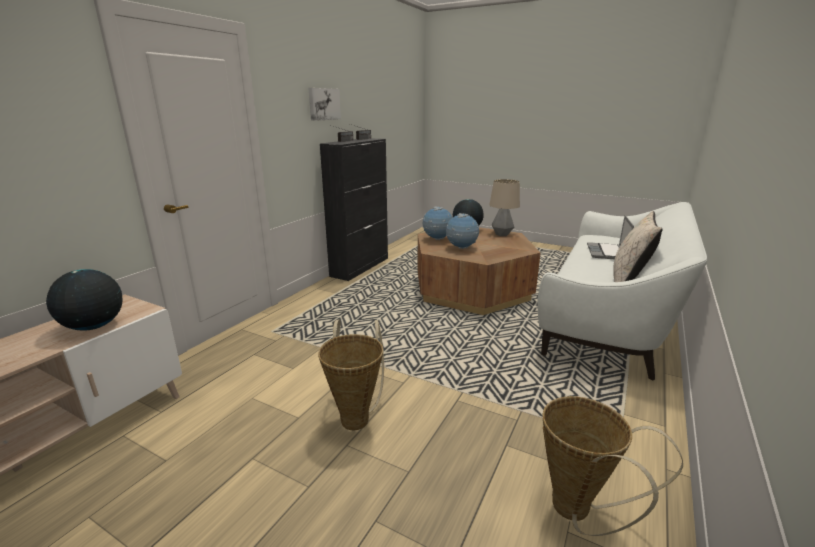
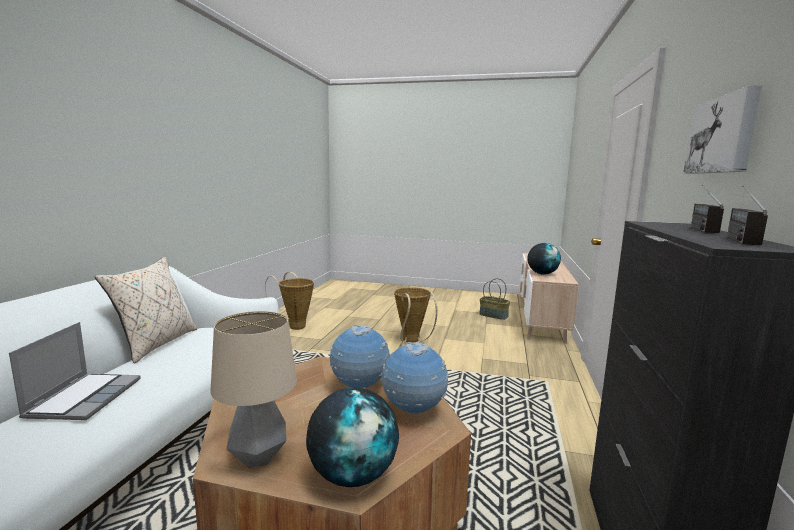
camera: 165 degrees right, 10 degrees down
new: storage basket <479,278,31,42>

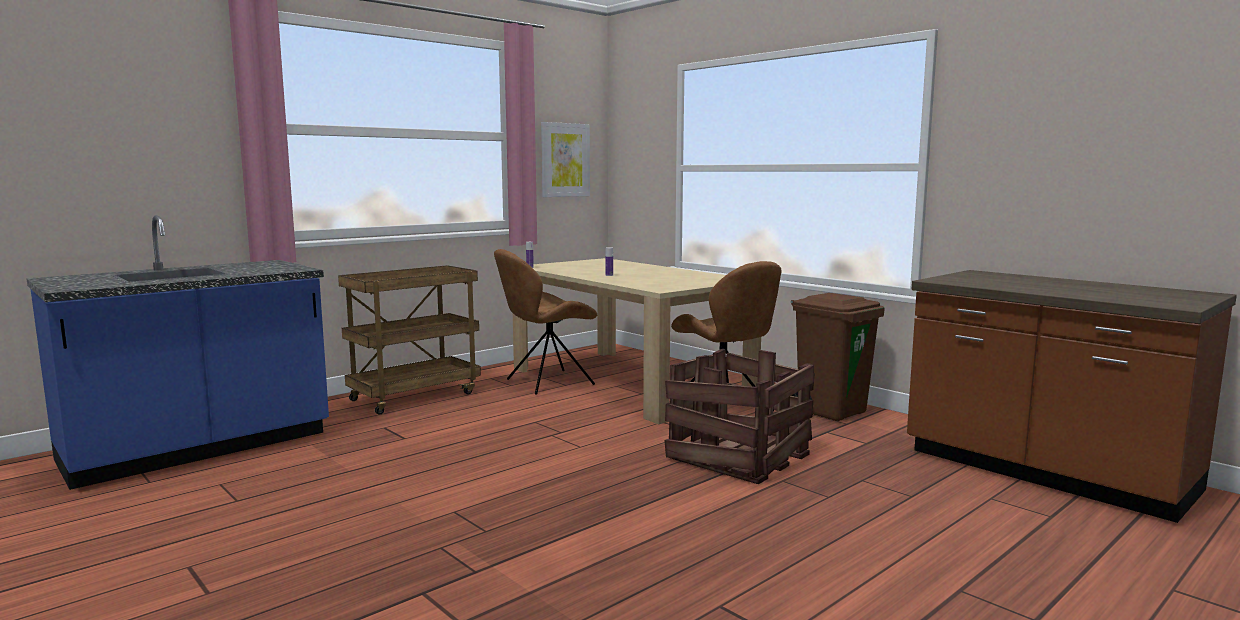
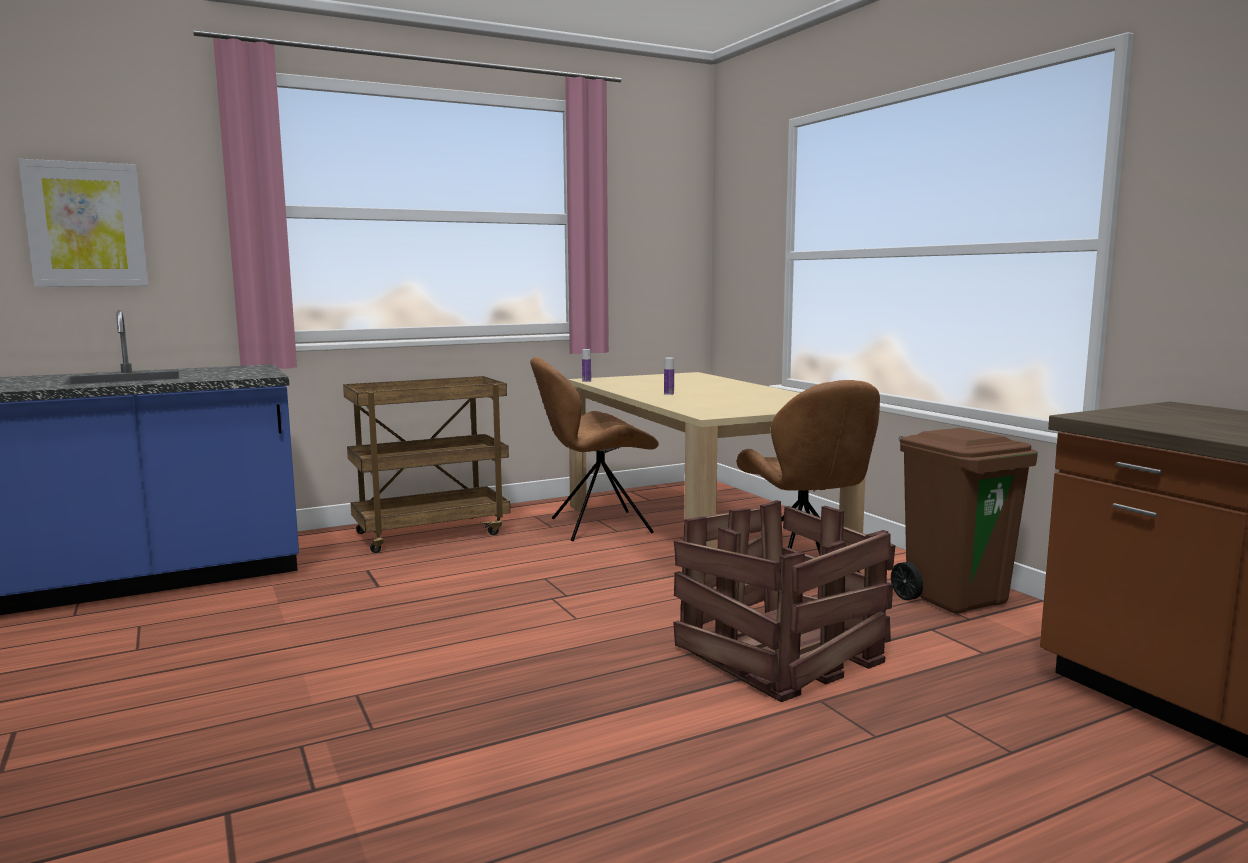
camera: 15 degrees right, 0 degrees up
shifted: wall art <541,122,49,75> to <18,159,130,128>

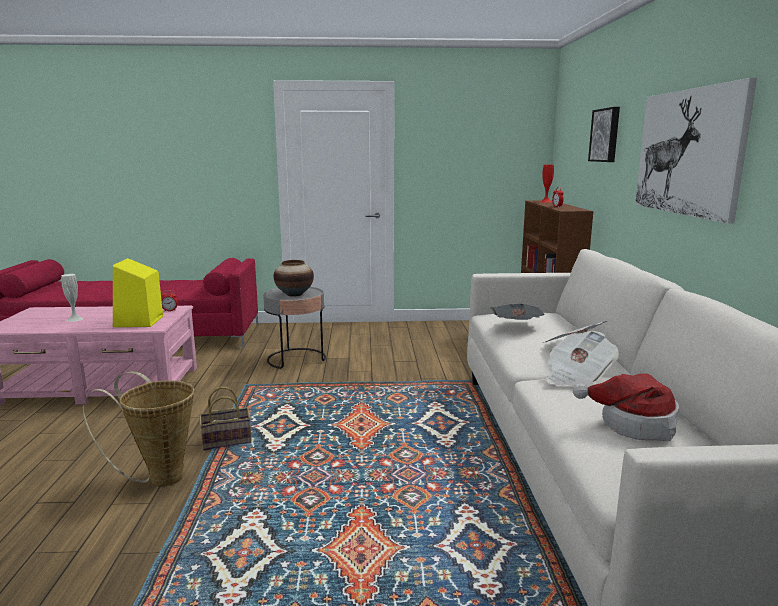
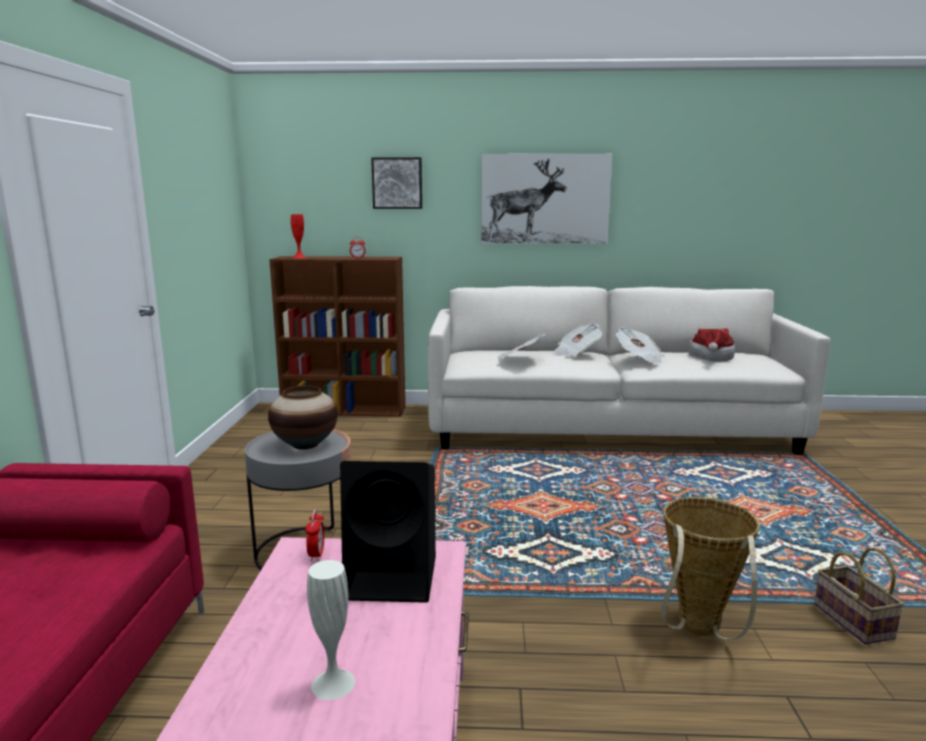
camera: 85 degrees left, 0 degrees up
shifted: storage basket <199,387,53,64> to <814,547,90,98>
repainted: yellowish loudspeaker <113,258,50,69> to blackish loudspeaker <340,461,96,142>

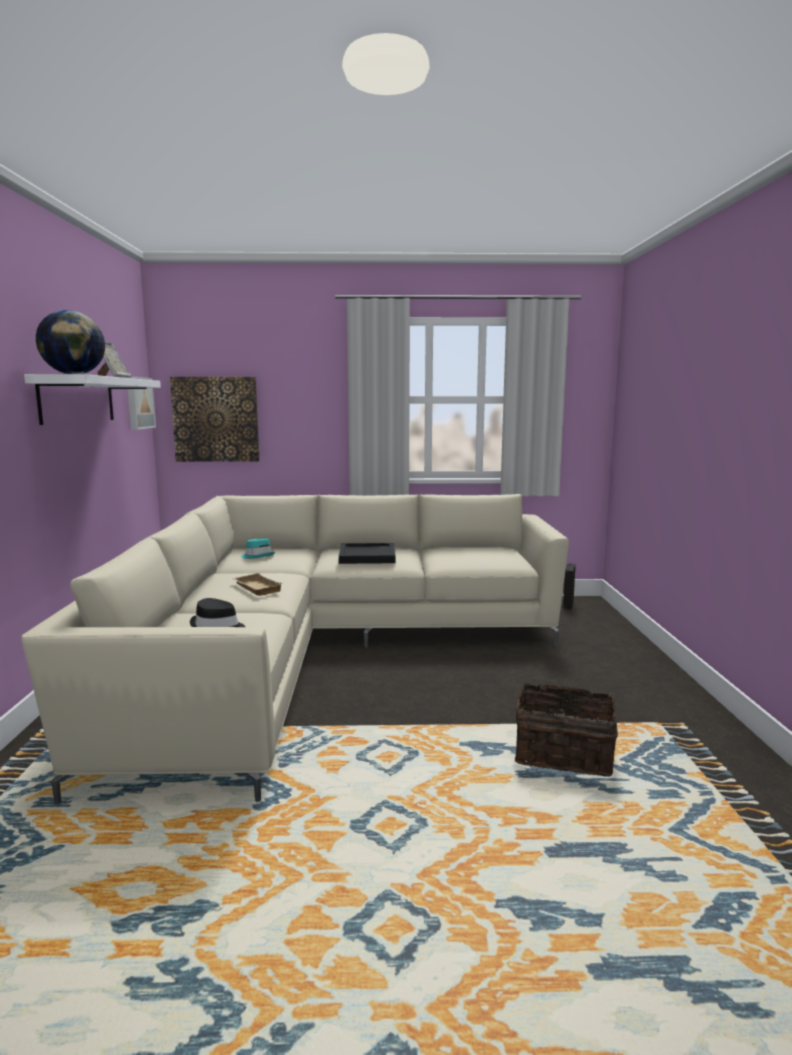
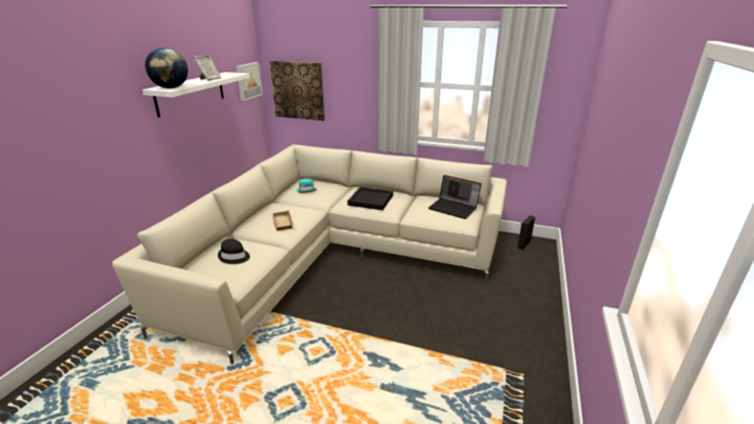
camera: 20 degrees right, 15 degrees up
gone: storage basket <514,680,104,97>
new: portable computer <428,175,53,44>

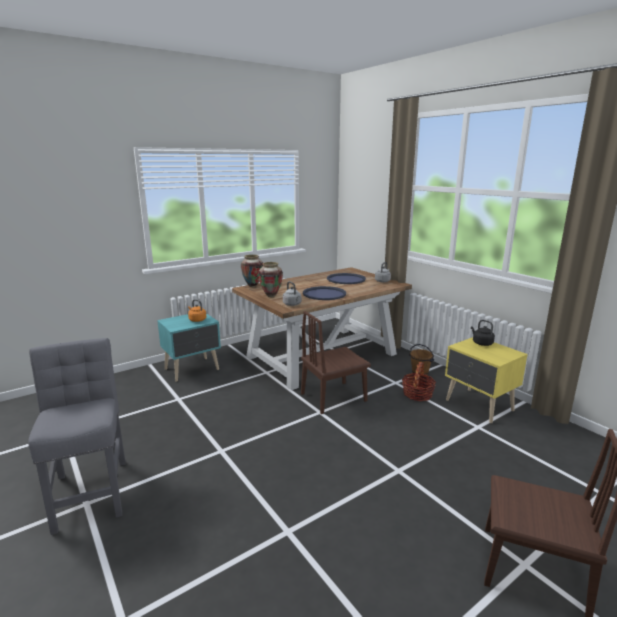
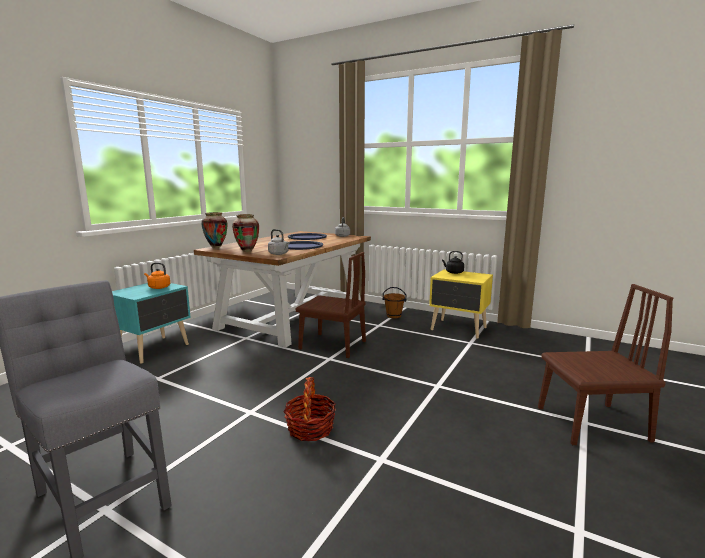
camera: 25 degrees left, 5 degrees down
shifted: storage basket <402,362,34,39> to <284,377,52,64>
rotated: brownish upright chair <301,311,70,103> = <296,252,70,106> 105 degrees counterclockwise

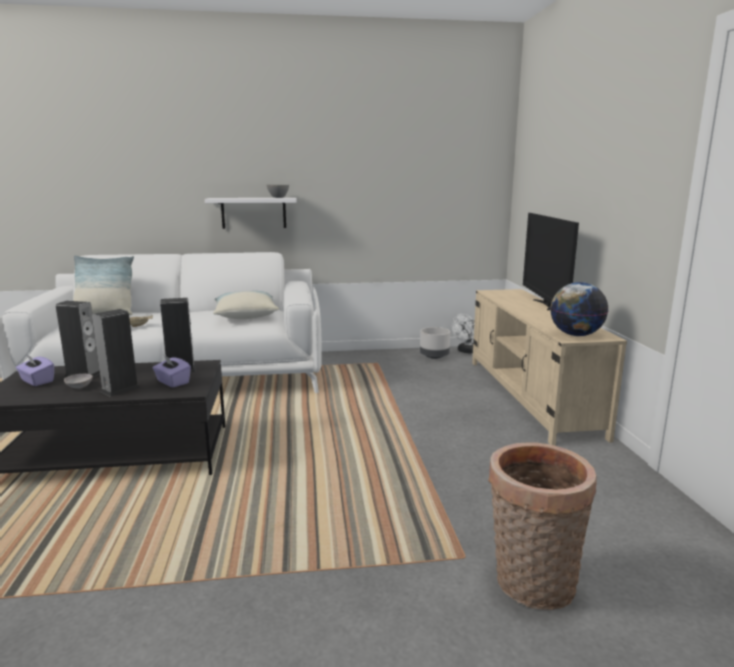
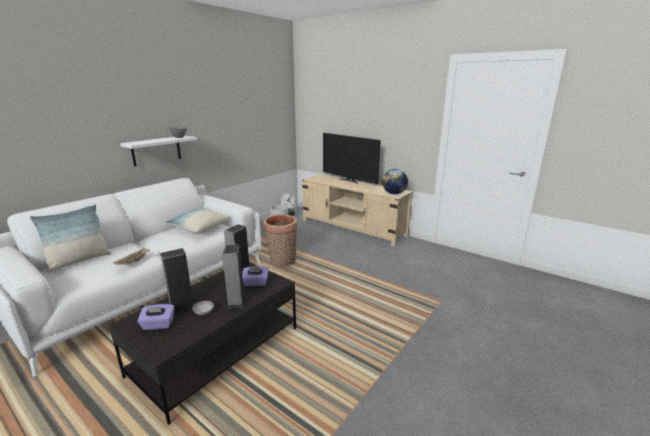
camera: 45 degrees left, 5 degrees up
shifted: storage basket <488,443,109,167> to <263,214,34,53>

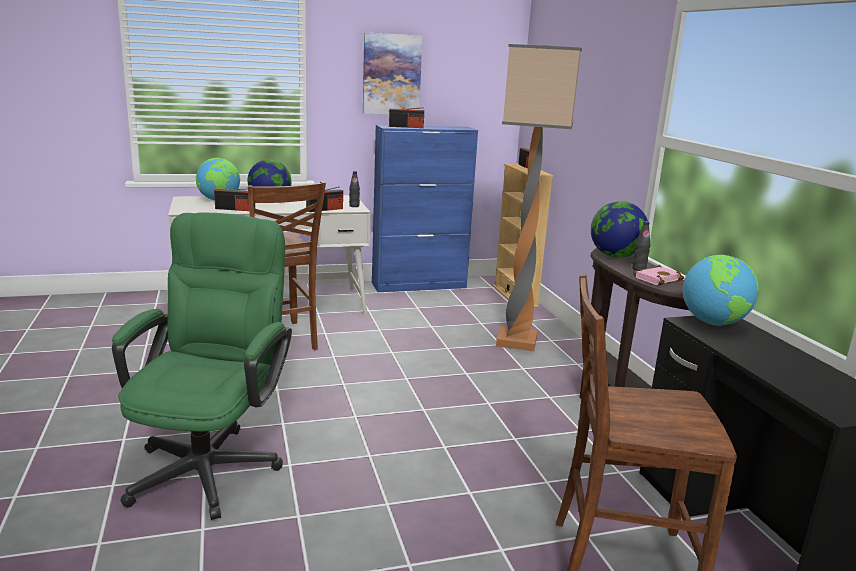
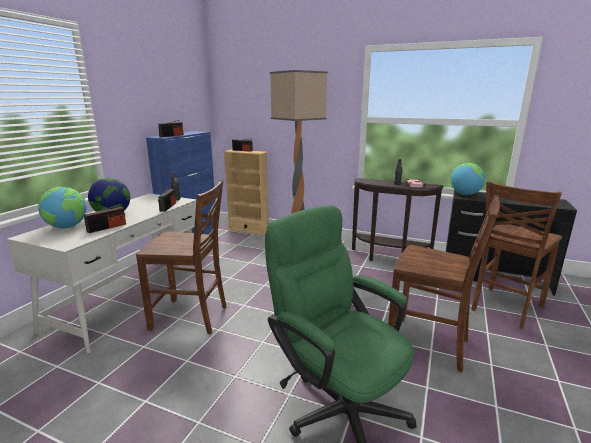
camera: 50 degrees left, 0 degrees up
gone: wall art <363,32,60,82>; desk globe <591,201,57,57>
new: brownish upright chair <388,195,112,178>

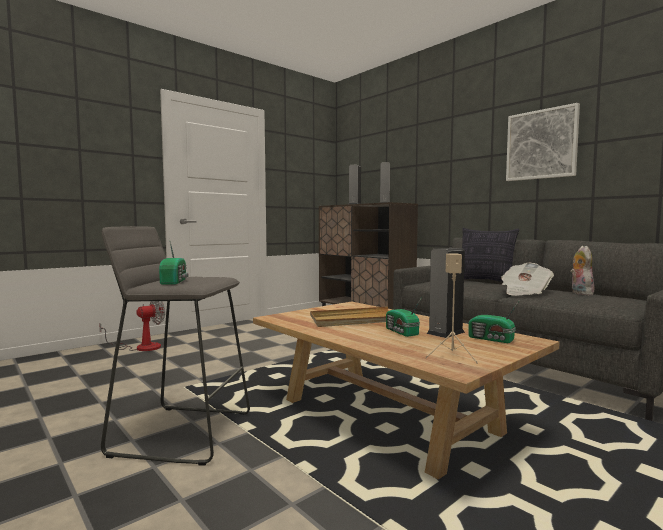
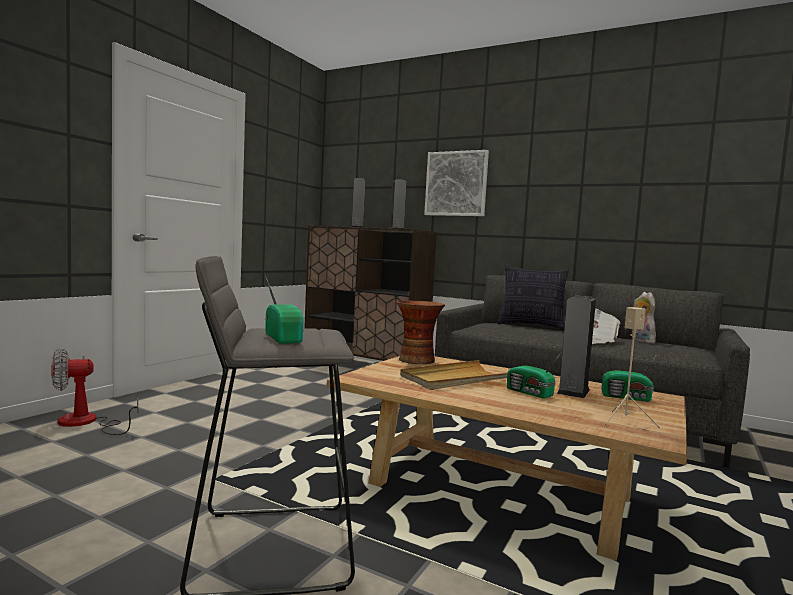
camera: 20 degrees left, 0 degrees up
new: flower vase <396,300,49,64>
shifted: wall art <506,103,74,78> to <424,150,65,66>
rotated: fan <99,301,66,50> = <51,348,87,87> 150 degrees counterclockwise

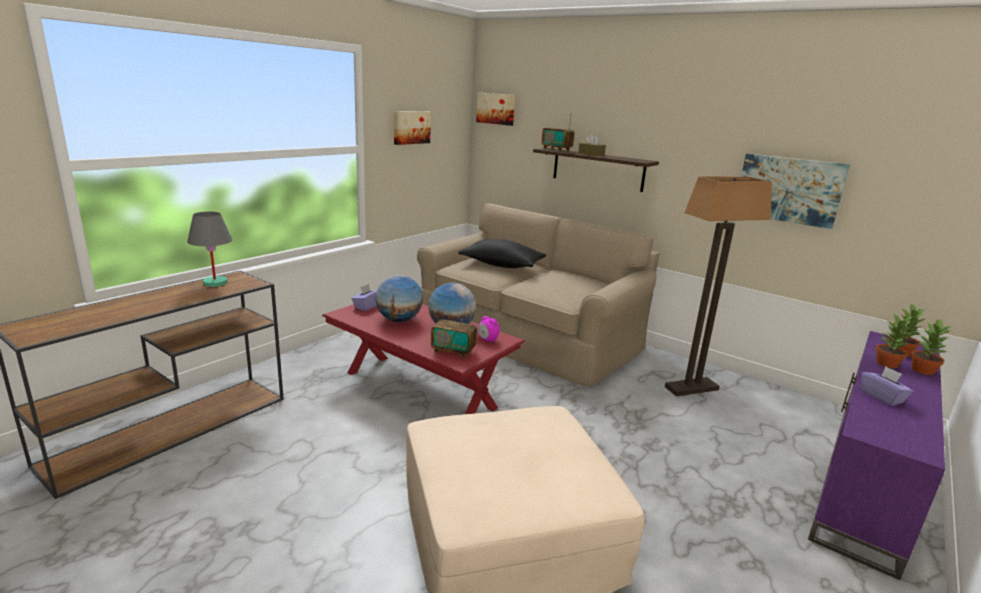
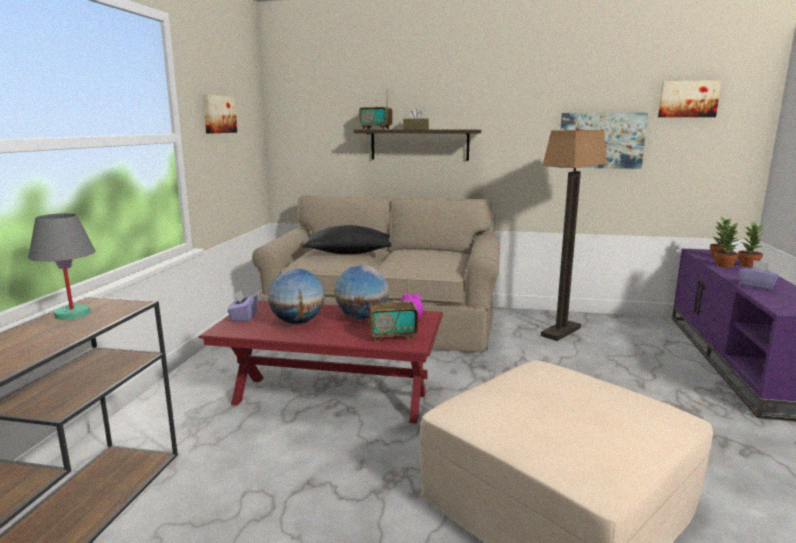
camera: 25 degrees left, 5 degrees down
shifted: wall art <476,93,39,33> to <658,80,63,37>

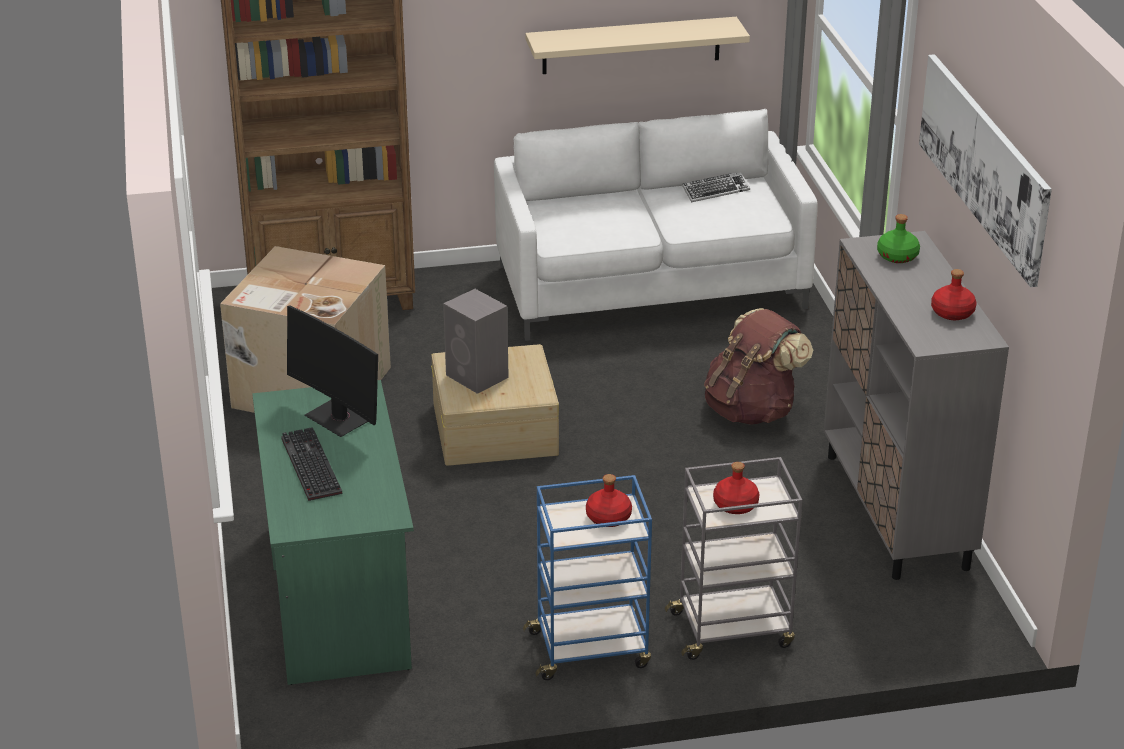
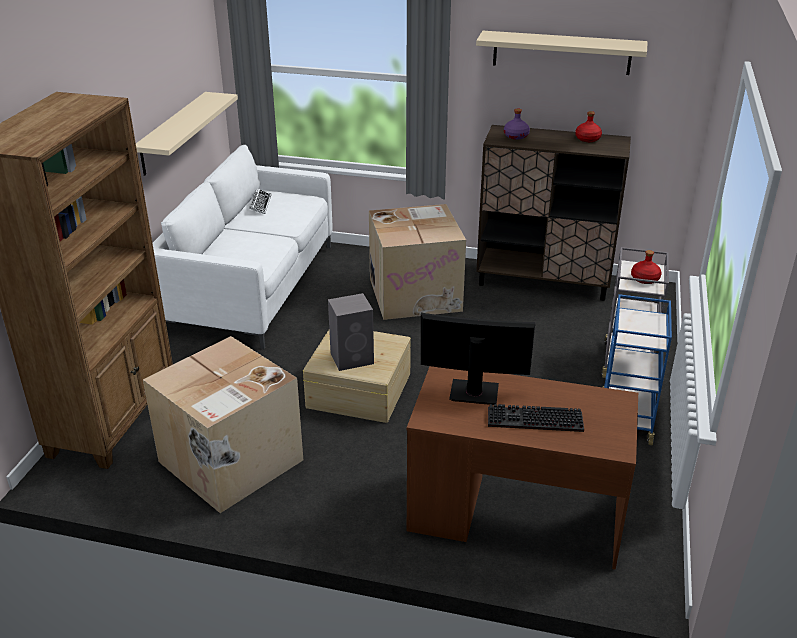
camera: 65 degrees left, 0 degrees up
gone: red-coloured beverage bottle <586,474,46,53>
swapped: brownish backpack <704,308,109,117> to cardboard box <369,204,97,116>; wall art <919,54,133,233> to beige-coloured wall shelf <476,31,172,44>
repainted: greenish desk <252,380,162,305> to brownish desk <407,366,231,204>; gray cupboard <824,231,185,349> to brownish cupboard <476,125,155,176>; greenish beverage bottle <877,214,43,49> to purple-coloured beverage bottle <504,109,26,30>
rotated: monitor <287,305,91,132> = <421,313,114,92> 150 degrees counterclockwise

